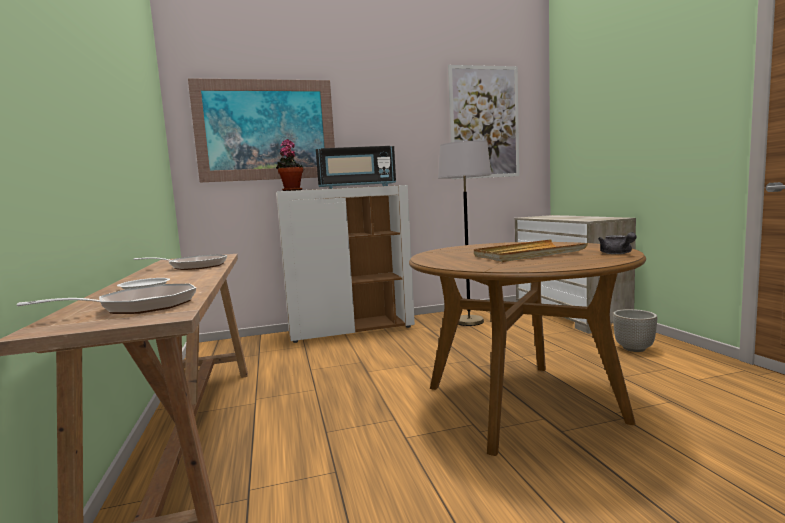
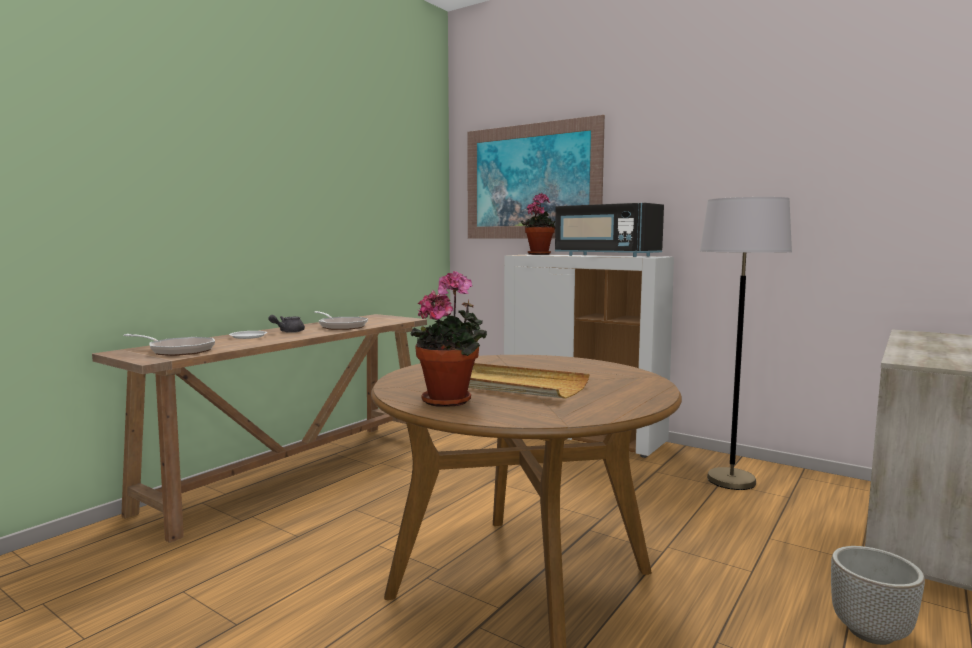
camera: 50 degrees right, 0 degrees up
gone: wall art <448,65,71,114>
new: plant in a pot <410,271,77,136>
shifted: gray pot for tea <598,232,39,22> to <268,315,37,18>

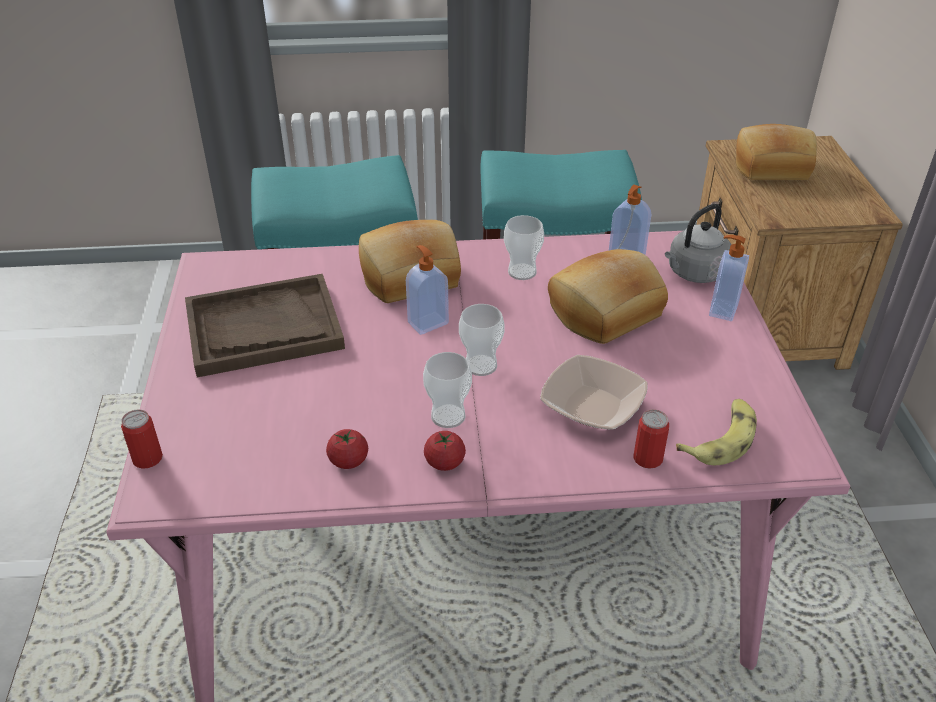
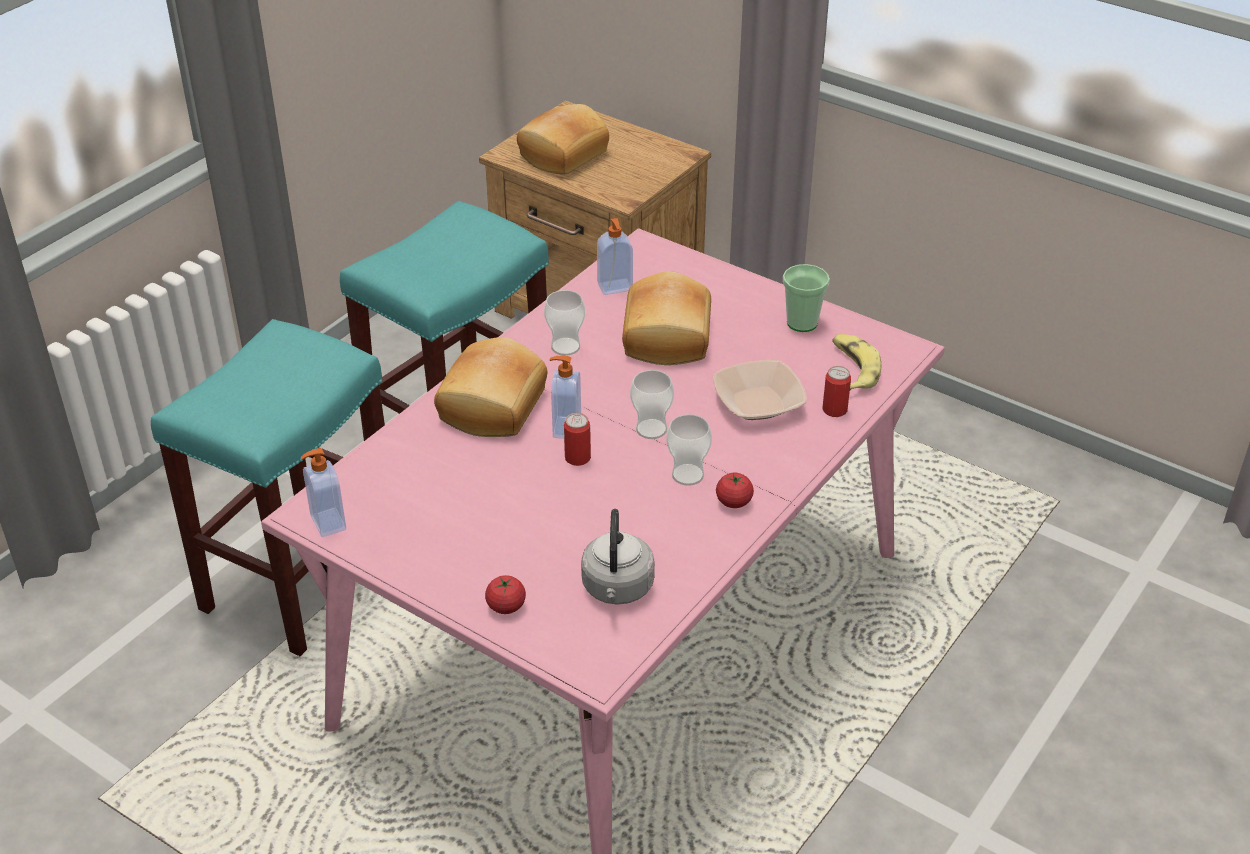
camera: 50 degrees left, 0 degrees up
gone: brownish carrying tray <185,274,160,103>
new: small cup <783,264,47,68>
shifted: can <121,409,42,59> to <564,413,27,53>; tomato <326,429,42,40> to <485,575,41,39>; gray kettle <665,204,66,79> to <581,509,74,96>; liquid soap bottle <709,235,40,86> to <301,448,45,89>

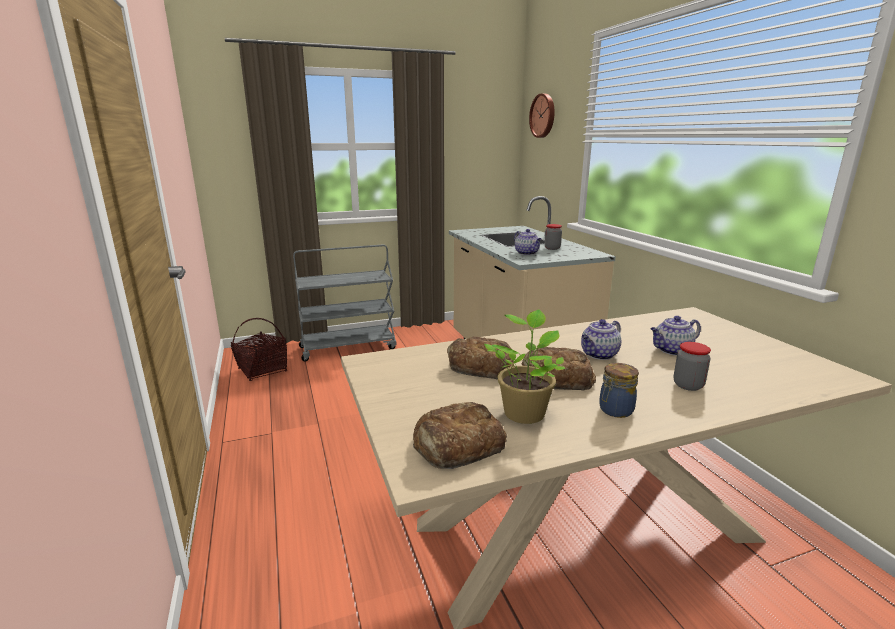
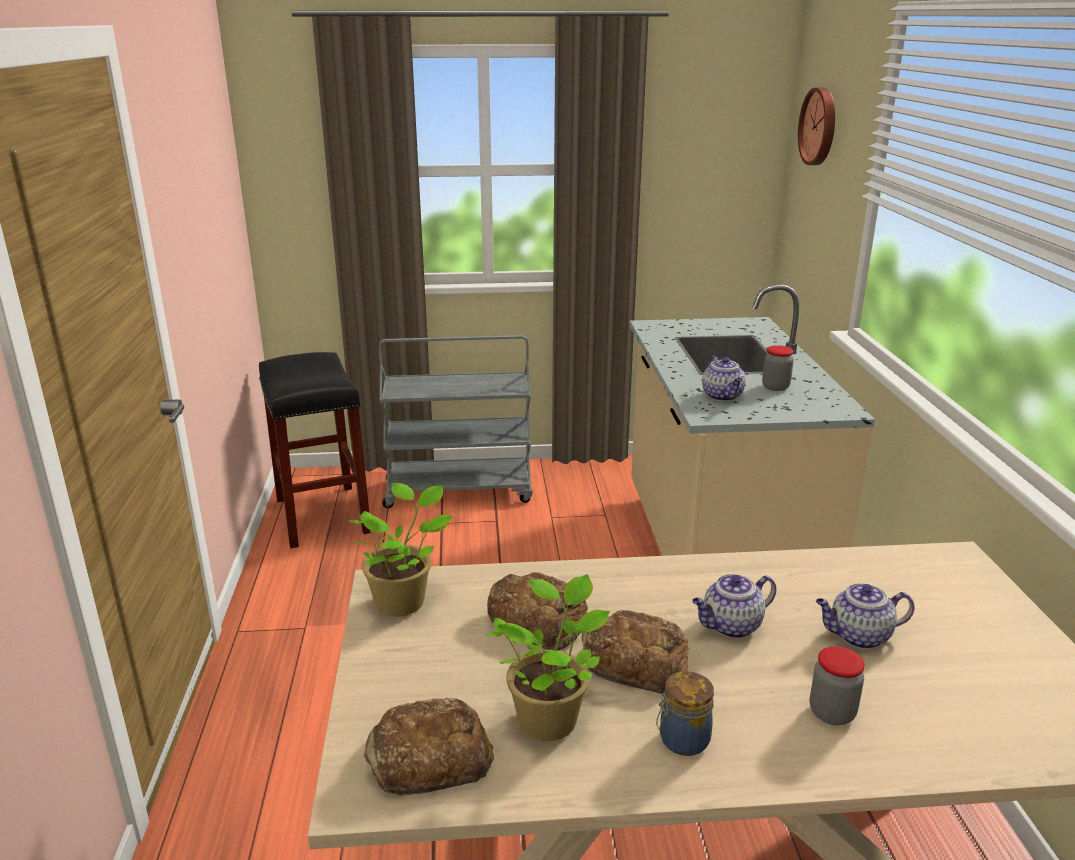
camera: 15 degrees right, 5 degrees up
new: plant in a pot <348,483,105,134>
swapped: storage basket <231,318,56,63> to blackish stool seat <259,352,112,196>

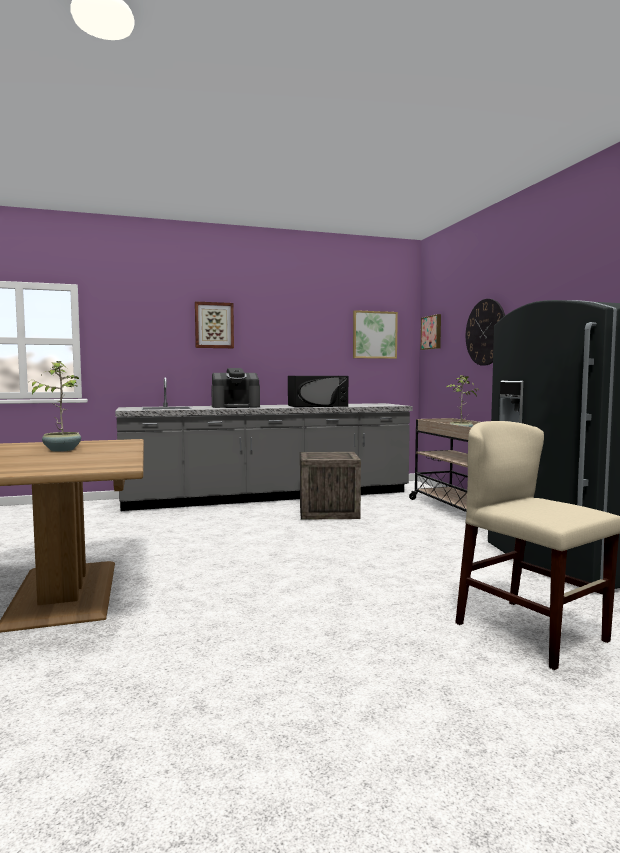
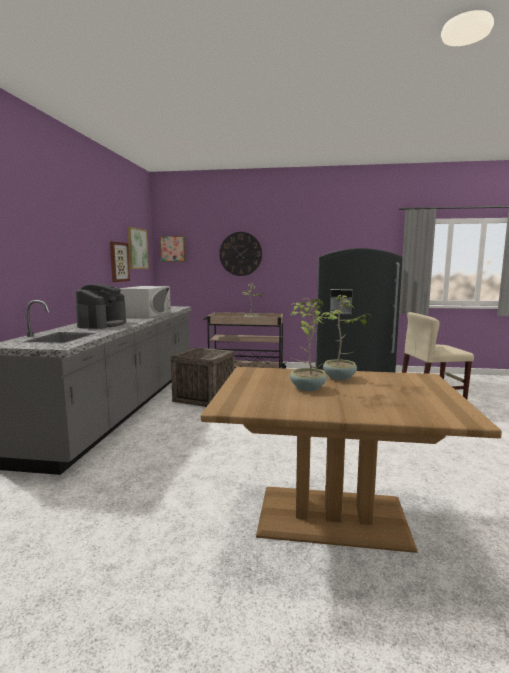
camera: 65 degrees left, 5 degrees up
new: plant in a pot <321,295,51,85>
shifted: wall art <195,301,39,47> to <110,241,20,41>
repainted: blackish kitchen microwave <288,376,60,31> to whitish kitchen microwave <119,286,52,32>

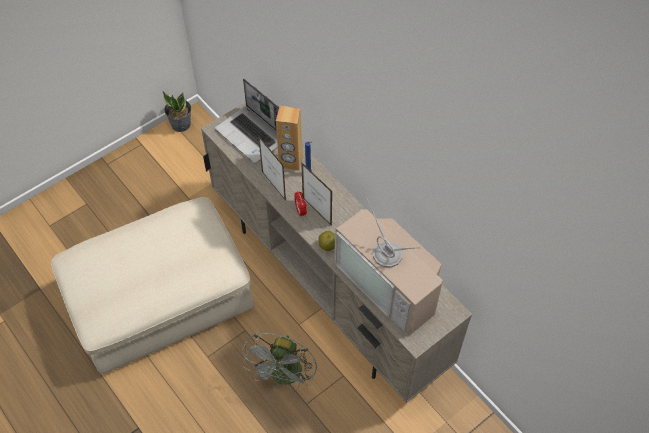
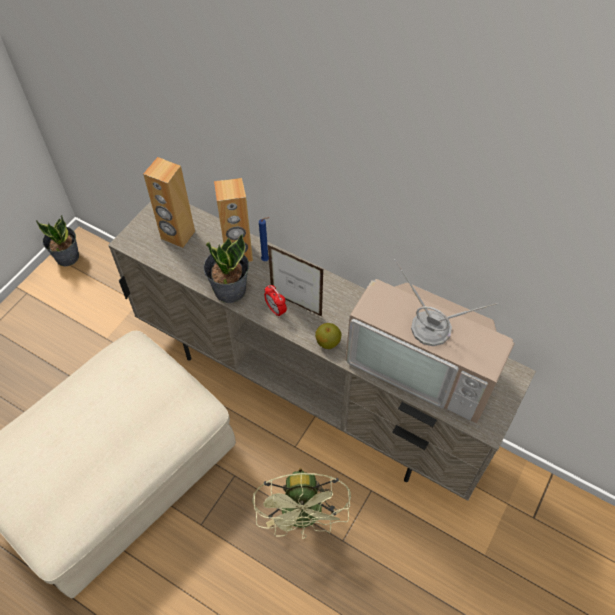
camera: 20 degrees left, 0 degrees up
swapped: portable computer <215,78,64,85> to brownish loudspeaker <143,157,52,91>; standing frame <258,135,28,66> to plant in a pot <203,234,46,69>
repainted: gray fan <242,333,75,59> to greenish fan <252,468,99,71>

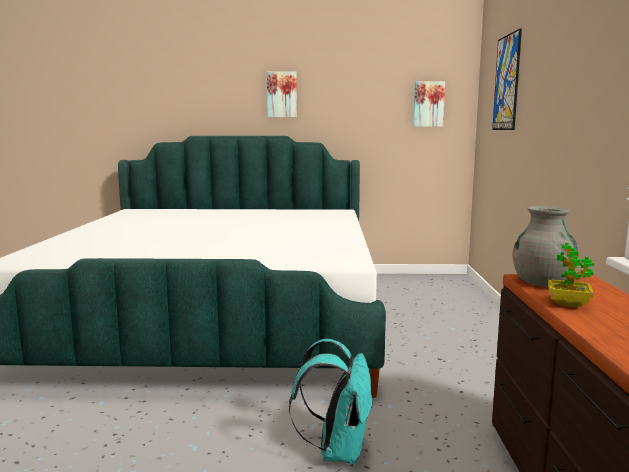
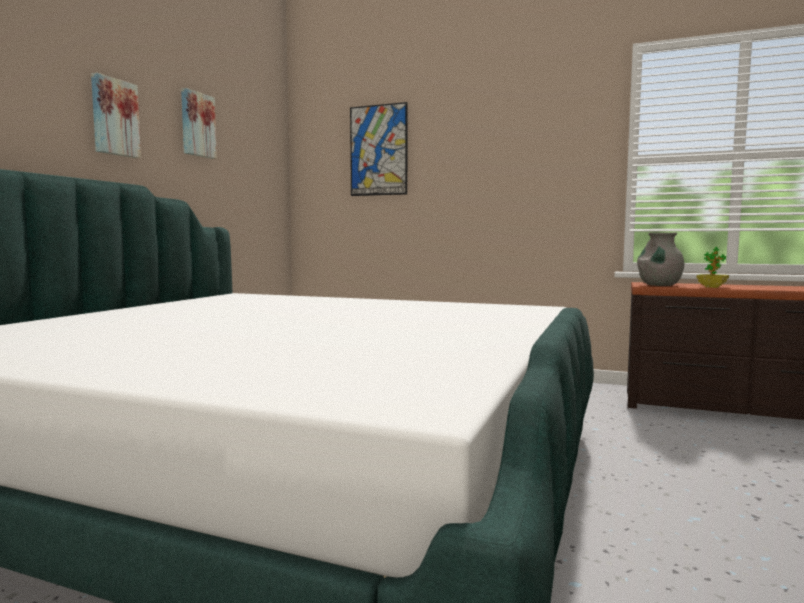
camera: 70 degrees left, 5 degrees down
gone: turquoise-coloured backpack <289,339,85,125>
shifted: wall art <413,81,32,46> to <181,88,36,71>

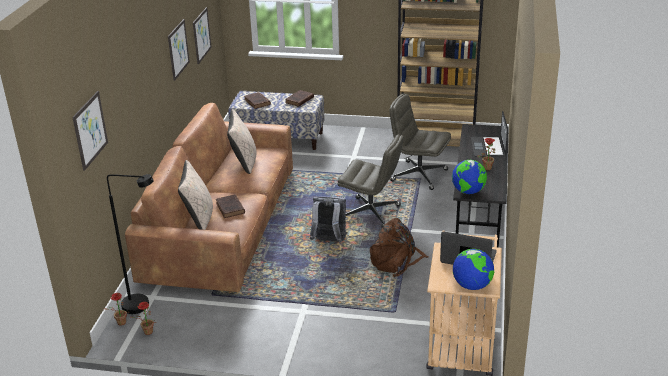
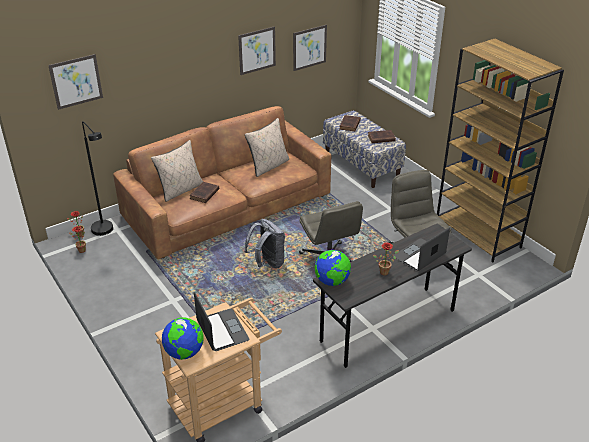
camera: 45 degrees right, 5 degrees up
gone: brownish backpack <370,218,58,59>

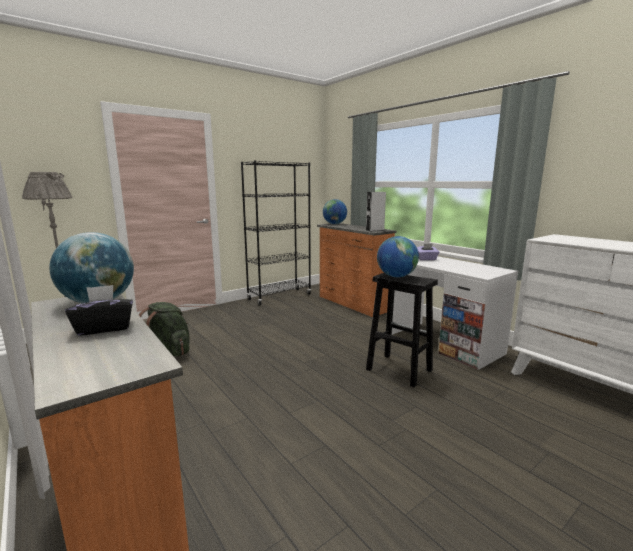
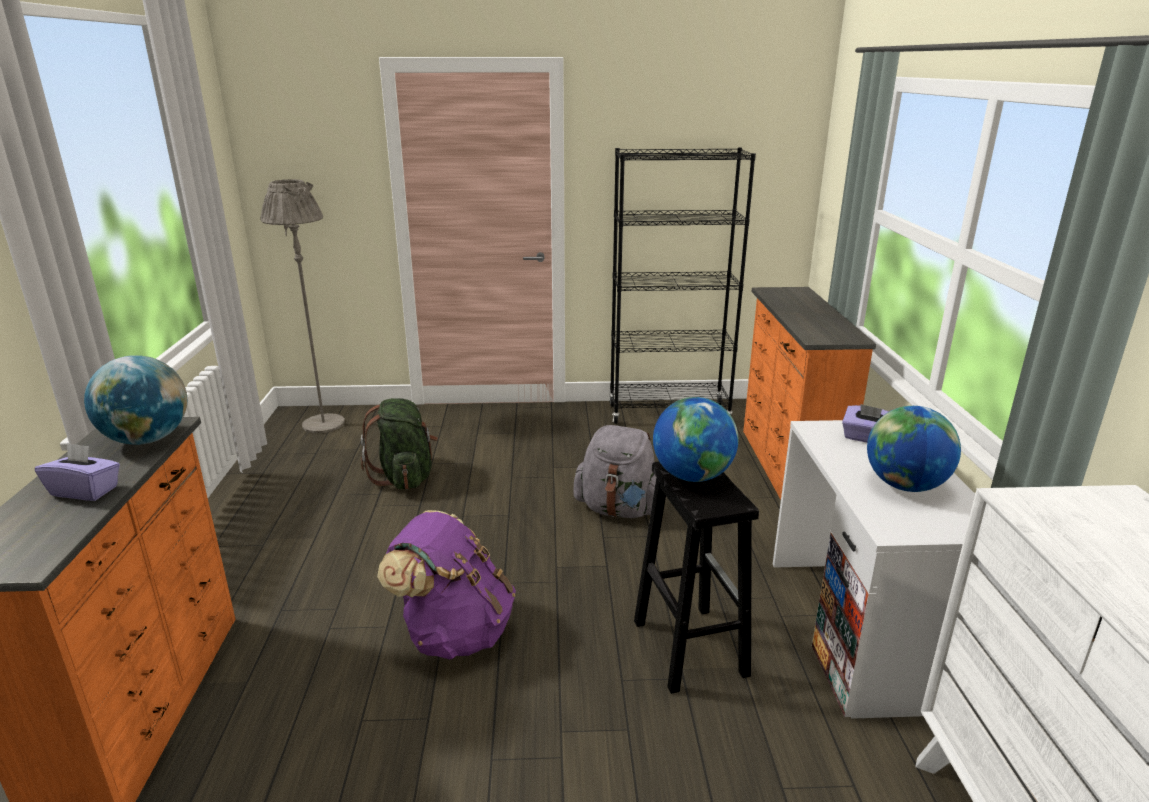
camera: 35 degrees right, 10 degrees up
gone: gray loudspeaker <366,192,20,39>
new: purple-coloured backpack <377,510,139,149>; gray backpack <573,425,83,93>
shifted: desk globe <323,199,24,25> to <867,406,94,86>
repainted: blackish box of tissues <65,285,68,51> to purple-coloured box of tissues <35,443,85,58>

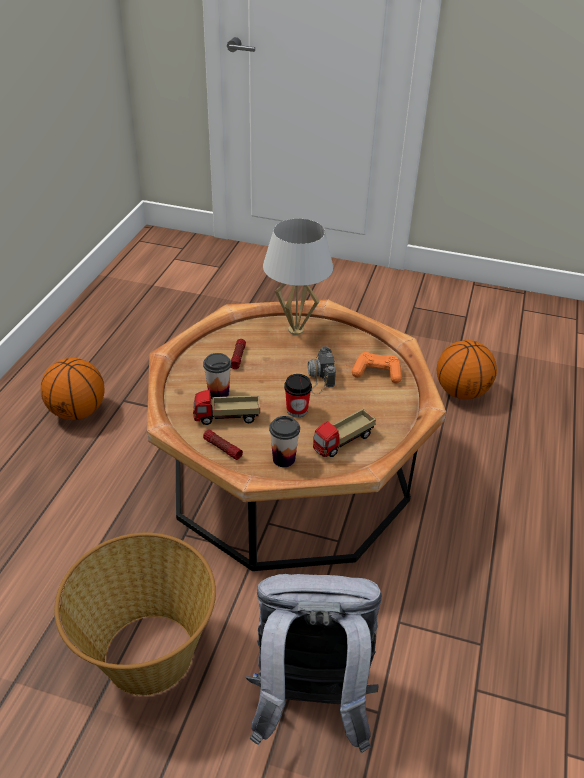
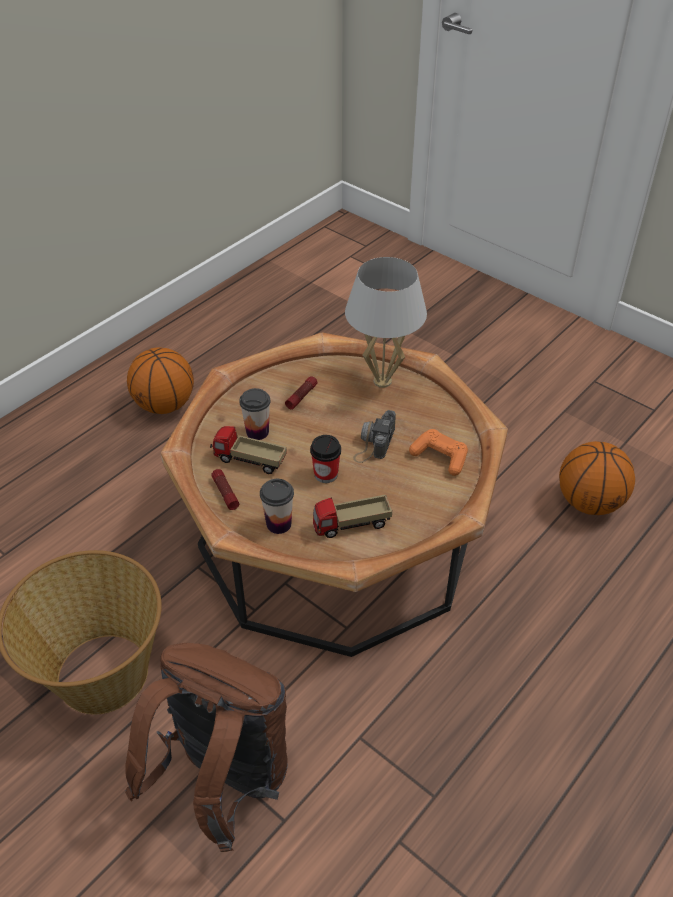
camera: 25 degrees right, 5 degrees up
repainted: gray backpack <245,574,137,179> to brownish backpack <125,643,163,209>

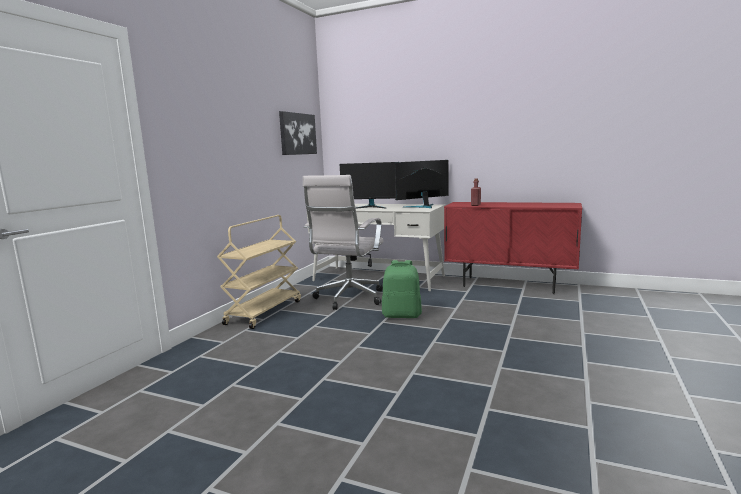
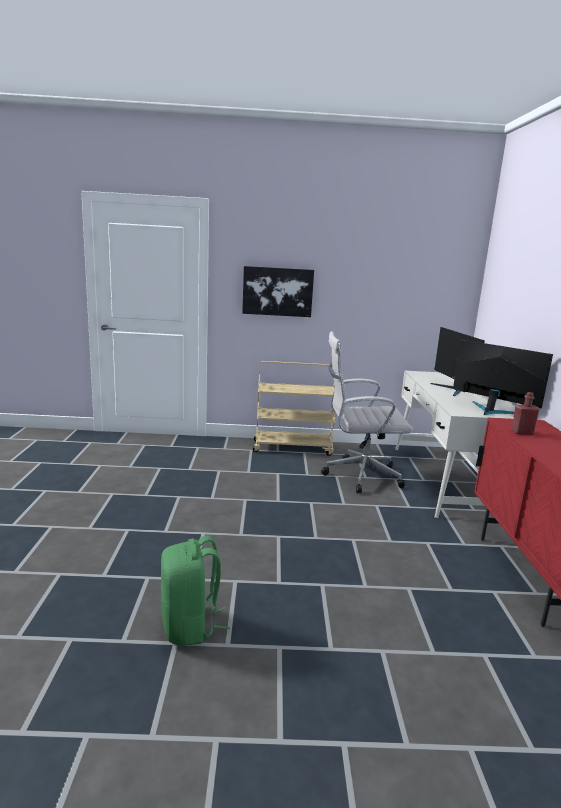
camera: 65 degrees right, 5 degrees up
shifted: wall art <279,111,38,44> to <242,266,72,51>; greenish backpack <382,260,40,58> to <161,535,69,111>

